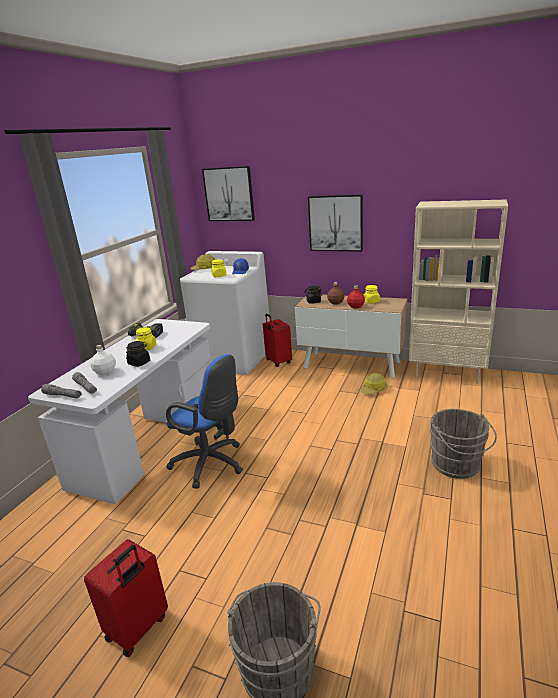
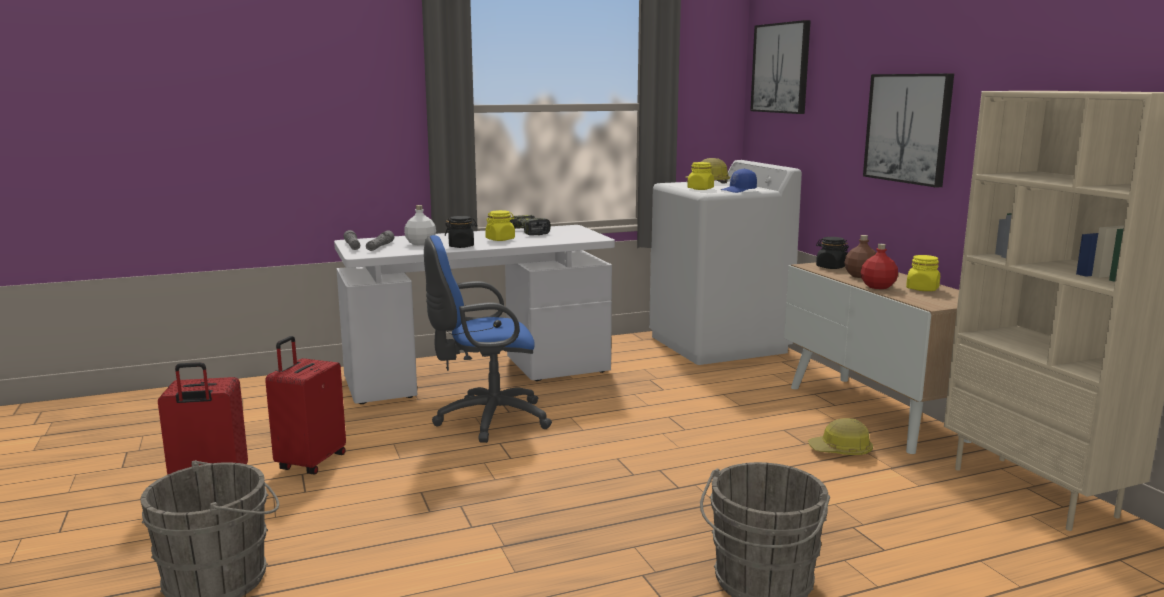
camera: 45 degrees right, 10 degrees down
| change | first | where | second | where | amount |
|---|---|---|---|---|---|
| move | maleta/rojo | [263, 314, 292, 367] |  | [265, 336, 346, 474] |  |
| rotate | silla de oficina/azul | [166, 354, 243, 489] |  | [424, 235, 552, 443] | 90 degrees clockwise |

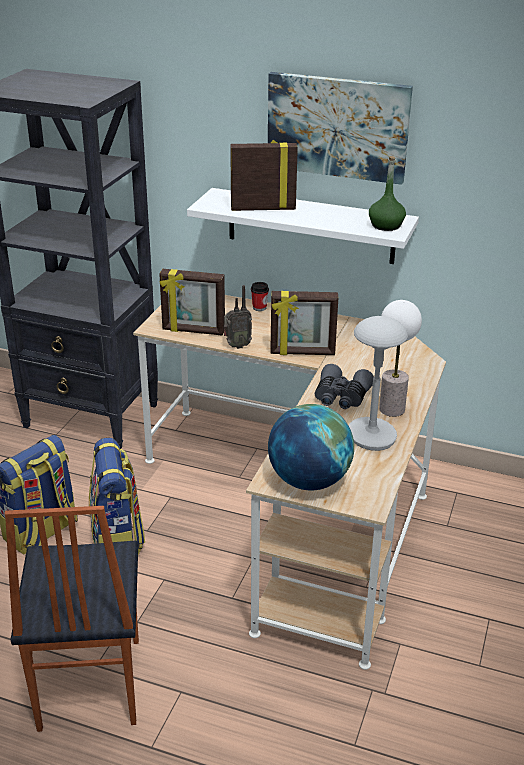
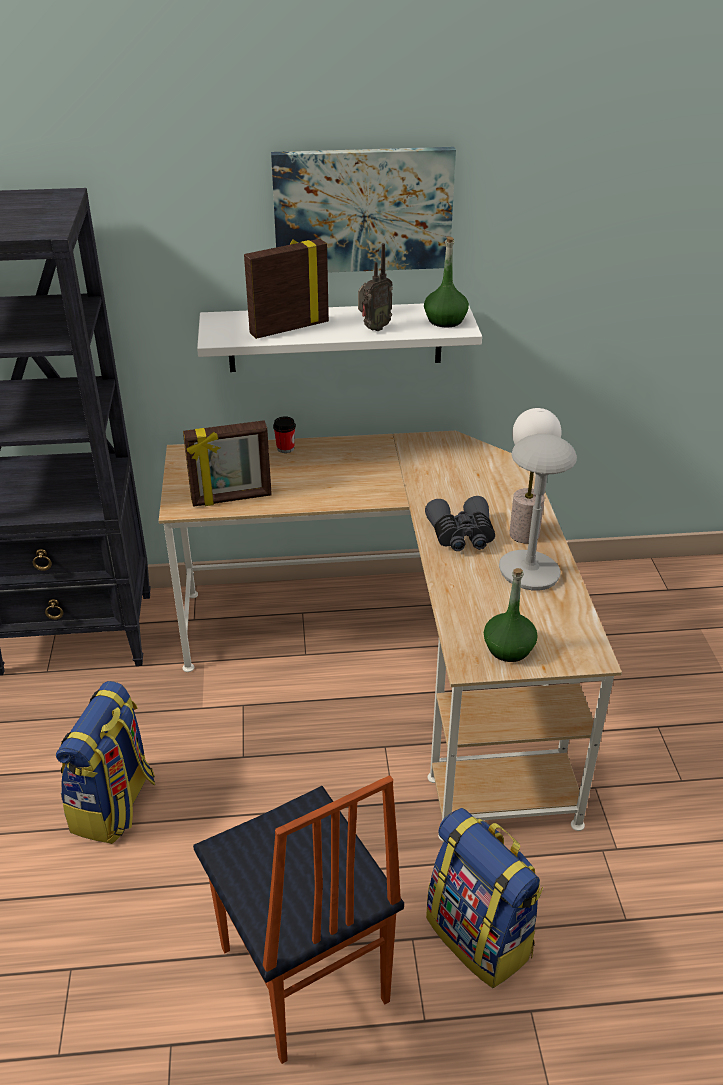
camera: 25 degrees left, 5 degrees up
| change | first | where | second | where | amount |
|---|---|---|---|---|---|
| move | radio | [224, 285, 252, 349] |  | [358, 243, 393, 331] |  |
| move | mochila | [89, 438, 145, 555] |  | [426, 808, 543, 988] |  |
| replace | globo terráqueo | [268, 404, 354, 490] | botella/verde | [484, 568, 538, 662] |  |
| delete | portarretratos | [270, 291, 338, 355] |  |  |  |

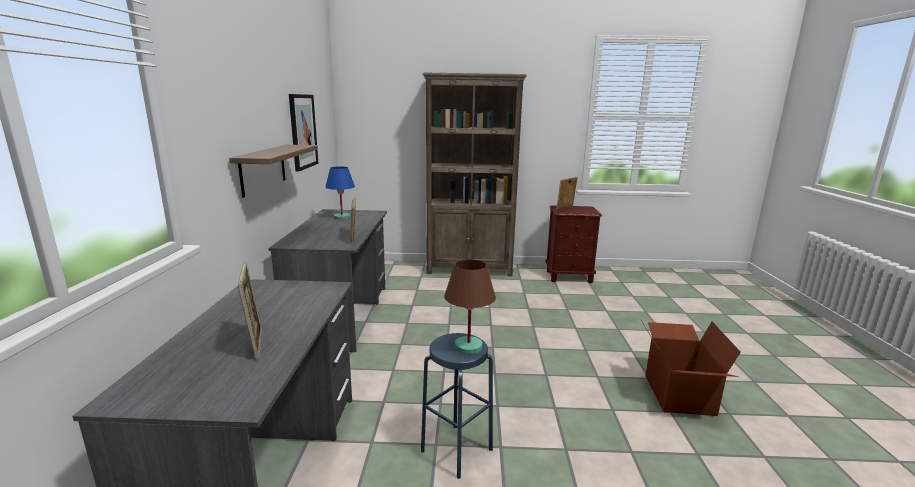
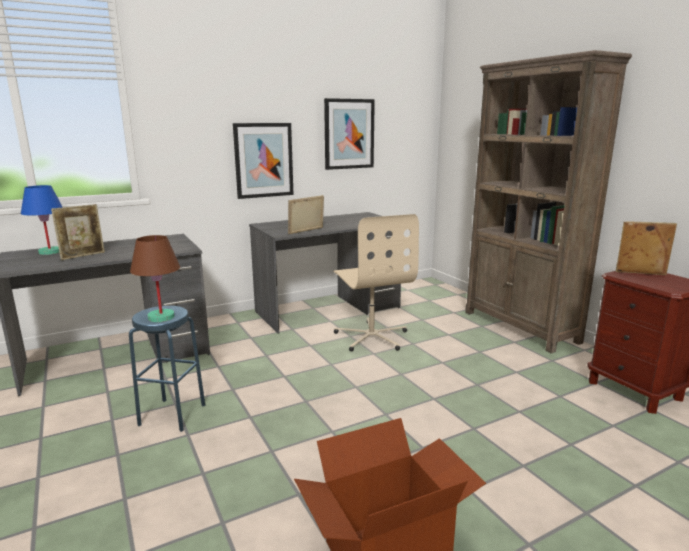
camera: 60 degrees right, 0 degrees up
| change | first | where | second | where | amount |
|---|---|---|---|---|---|
| move | lámpara de mesa/azul | [325, 166, 355, 219] |  | [21, 185, 62, 255] |  |
| replace | estante | [229, 144, 318, 198] | cuadro | [233, 123, 294, 199] |  |
| insert |  |  | silla de oficina/beis | [333, 214, 419, 352] |  |

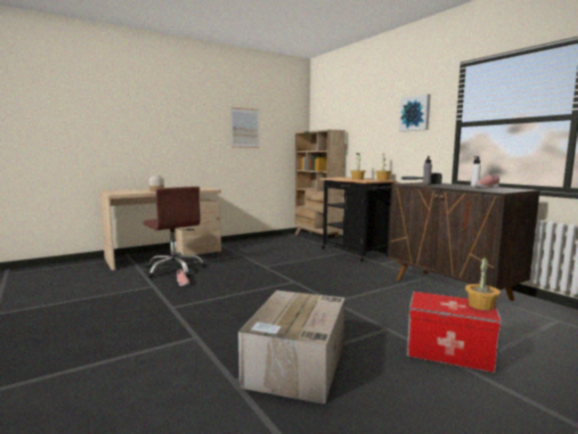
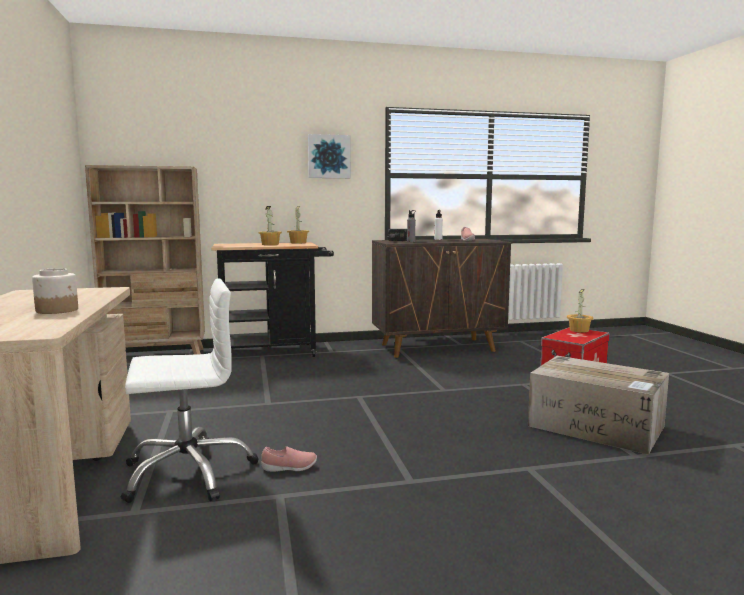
camera: 70 degrees left, 0 degrees up
| change | first | where | second | where | amount |
|---|---|---|---|---|---|
| recolor | silla de oficina/marrón | [143, 187, 206, 278] | silla de oficina/blanco | [121, 278, 258, 503] |  |
| delete | cuadro | [231, 107, 259, 148] |  |  |  |

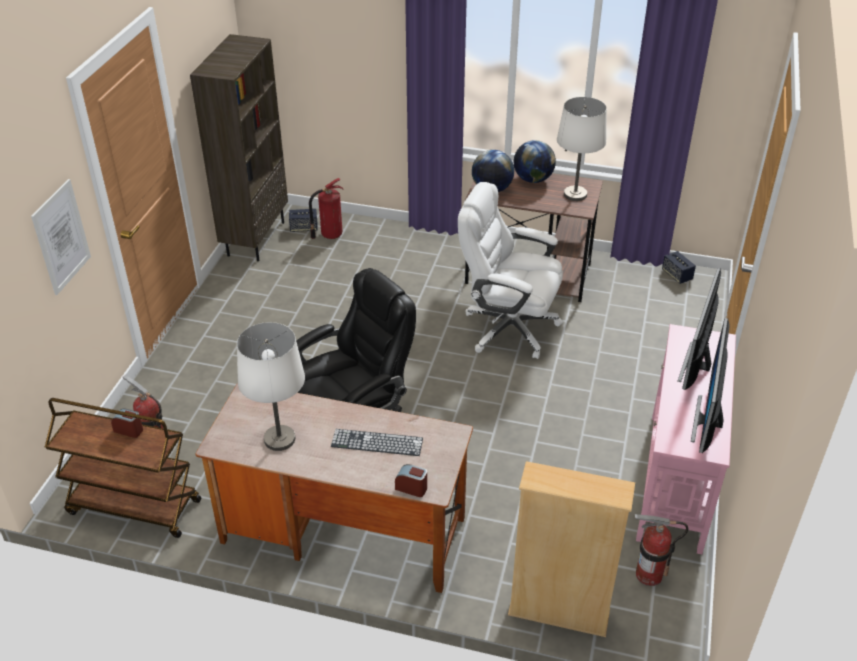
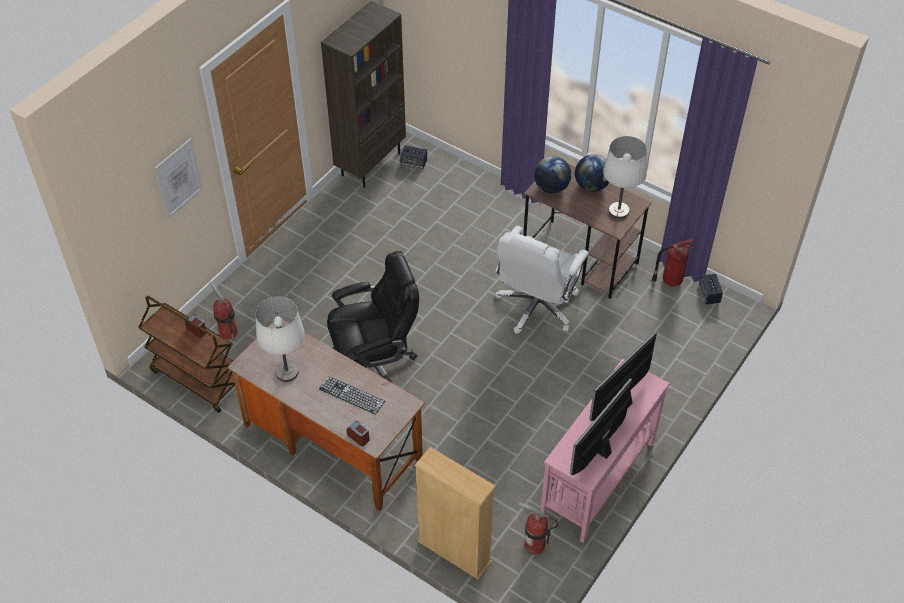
camera: 20 degrees right, 10 degrees up
| change | first | where | second | where | amount |
|---|---|---|---|---|---|
| rotate | silla de oficina/blanco | [458, 182, 563, 359] |  | [495, 226, 589, 334] | 105 degrees counterclockwise |
| move | extintor | [309, 178, 343, 239] |  | [652, 239, 693, 286] |  |

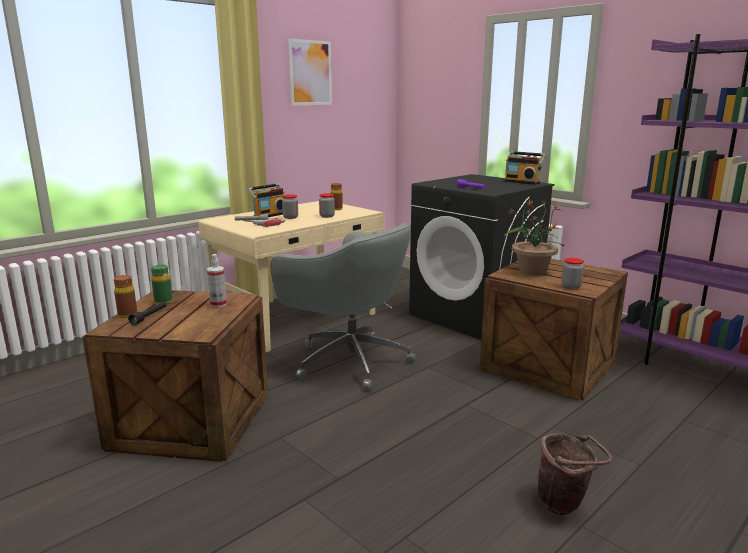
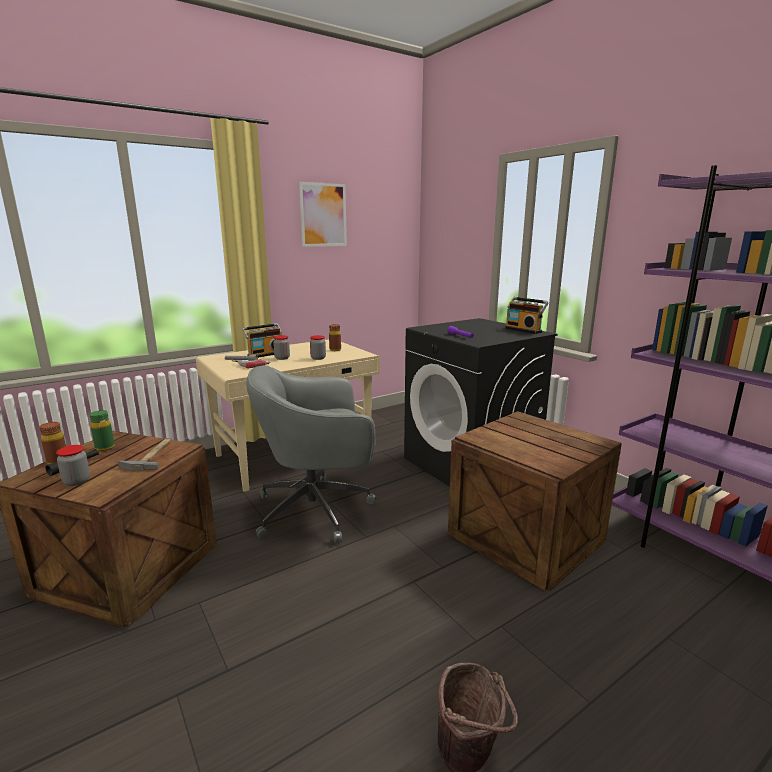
camera: 10 degrees right, 0 degrees up
| change | first | where | second | where | amount |
|---|---|---|---|---|---|
| move | tarro | [561, 258, 584, 289] |  | [56, 445, 90, 486] |  |
| replace | pulverizador | [207, 254, 227, 308] | martillo | [117, 438, 172, 470] |  |
| rotate | silla de oficina/gris | [270, 223, 416, 391] |  | [246, 365, 376, 543] | 120 degrees clockwise |
| delete | planta en maceta | [504, 199, 564, 276] |  |  |  |

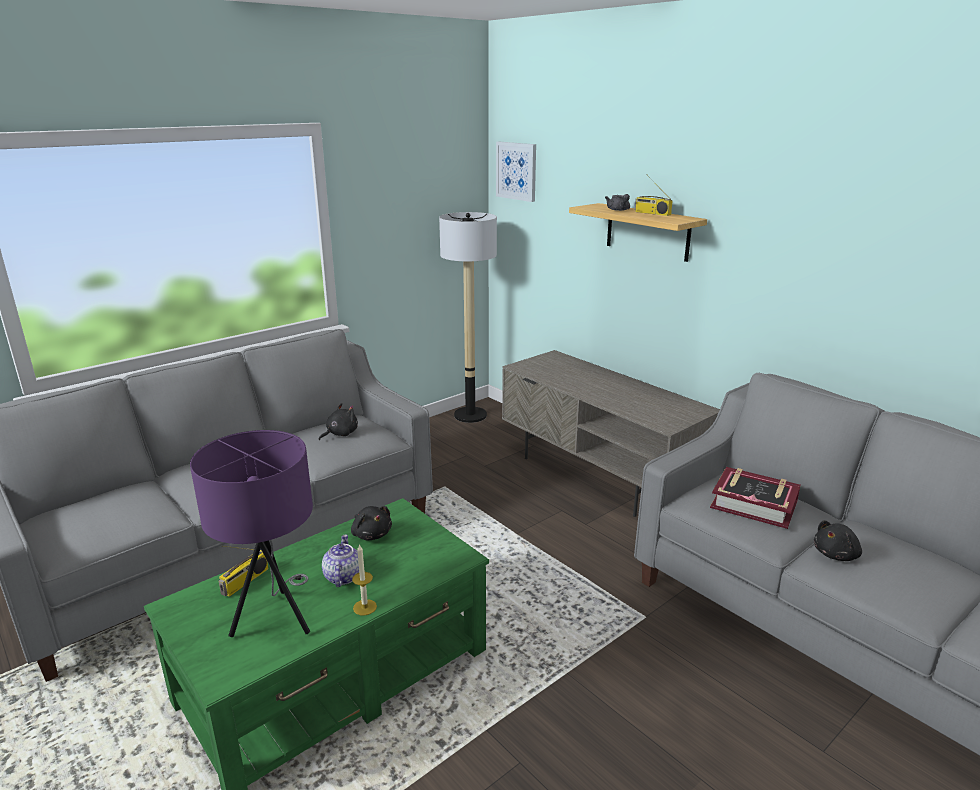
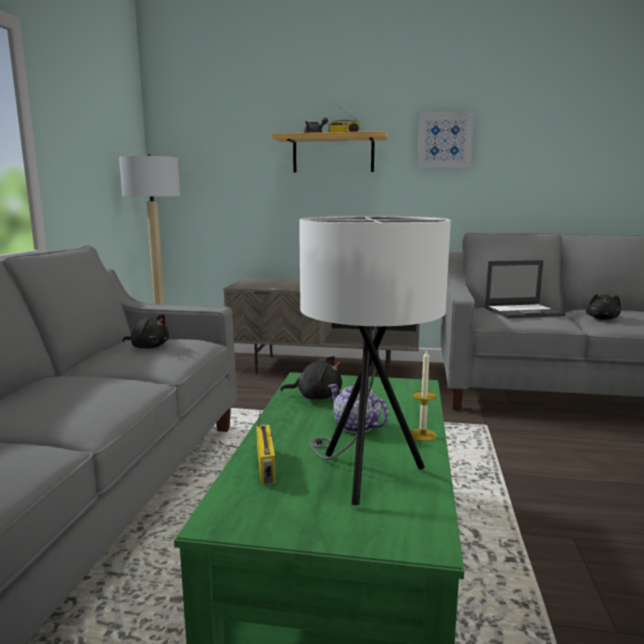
camera: 40 degrees left, 10 degrees down
| change | first | where | second | where | amount |
|---|---|---|---|---|---|
| rotate | peluche/negro | [319, 403, 358, 441] |  | [122, 314, 169, 349] | 105 degrees clockwise |
| recolor | lámpara de mesa/morado | [190, 430, 313, 637] | lámpara de mesa/blanco | [299, 216, 451, 505] |  |
| move | cuadro | [496, 142, 536, 202] |  | [417, 111, 474, 168] |  |
| replace | libro | [710, 467, 801, 529] | portátil | [485, 260, 565, 318] |  |

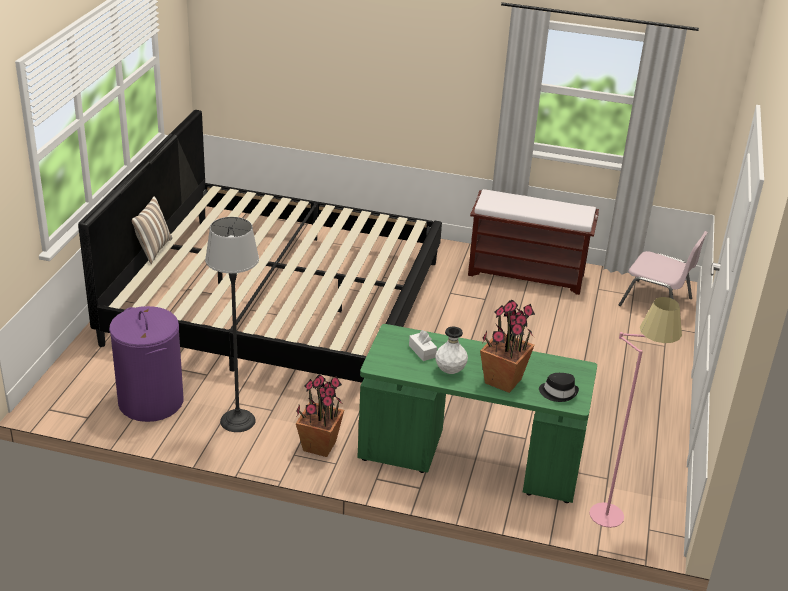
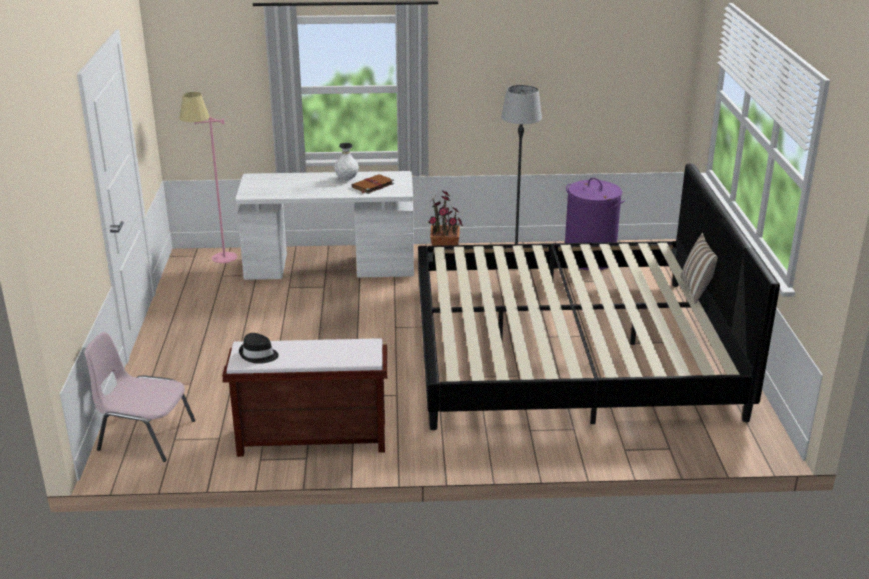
camera: 165 degrees right, 5 degrees down
| change | first | where | second | where | amount |
|---|---|---|---|---|---|
| recolor | escritorio/verde | [357, 324, 597, 503] | escritorio/blanco | [235, 171, 414, 280] |  |
| move | sombrero/negro | [539, 373, 579, 402] |  | [239, 333, 279, 364] |  |
| replace | caja de pañuelos/blanco | [409, 330, 437, 361] | libro/marrón | [352, 174, 394, 194] |  |
| delete | planta en maceta | [480, 300, 535, 393] |  |  |  |

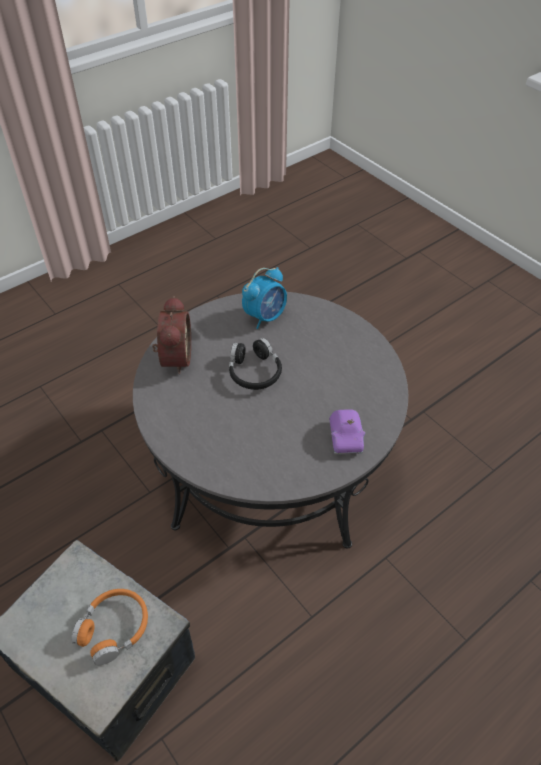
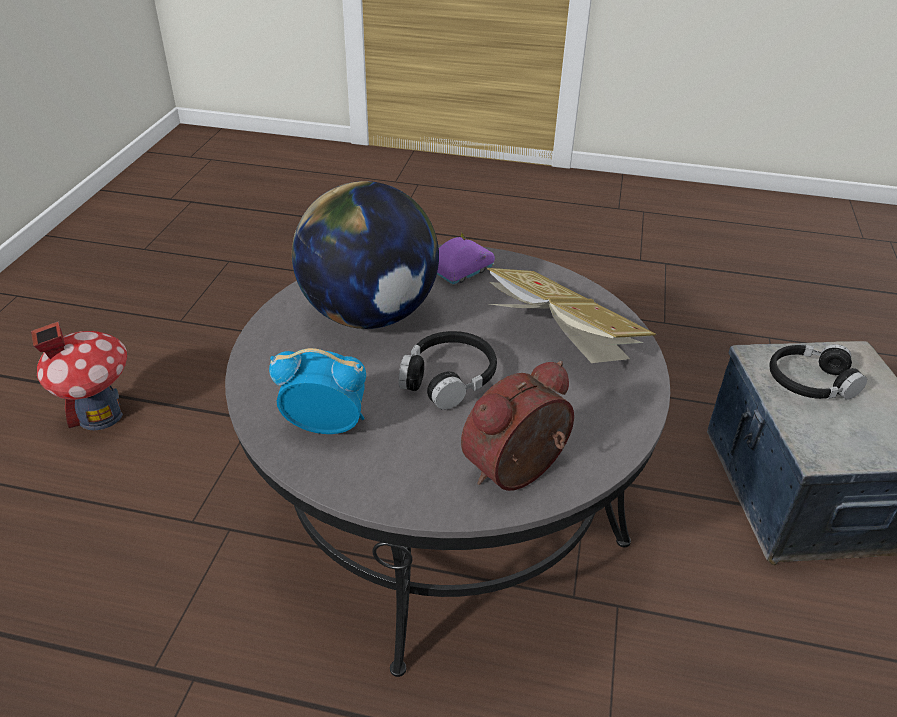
camera: 130 degrees left, 10 degrees down
| change | first | where | second | where | amount |
|---|---|---|---|---|---|
| insert |  |  | casita | [31, 322, 127, 430] |  |
| insert |  |  | globo terráqueo | [292, 181, 439, 329] |  |
| insert |  |  | libro | [487, 268, 656, 363] |  |
| recolor | auriculares/naranja | [72, 589, 148, 665] | auriculares/negro | [769, 344, 867, 400] |  |

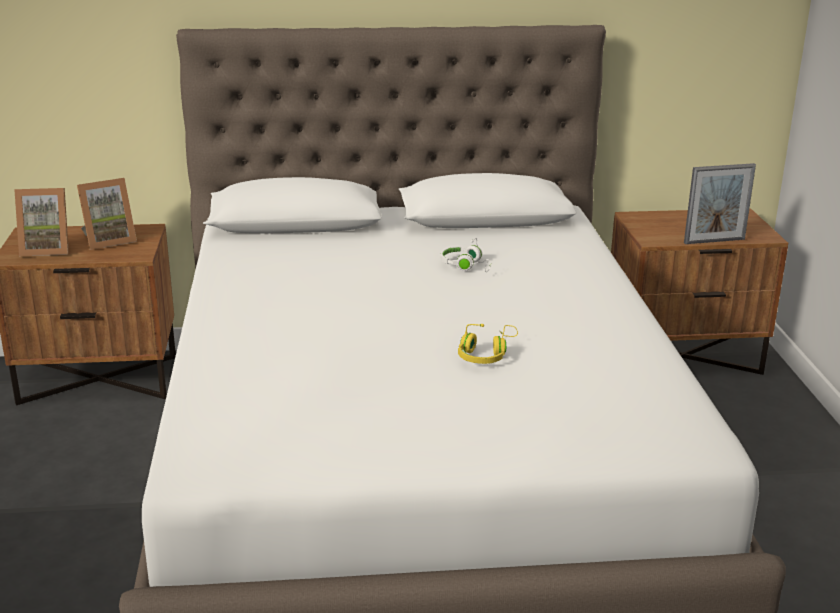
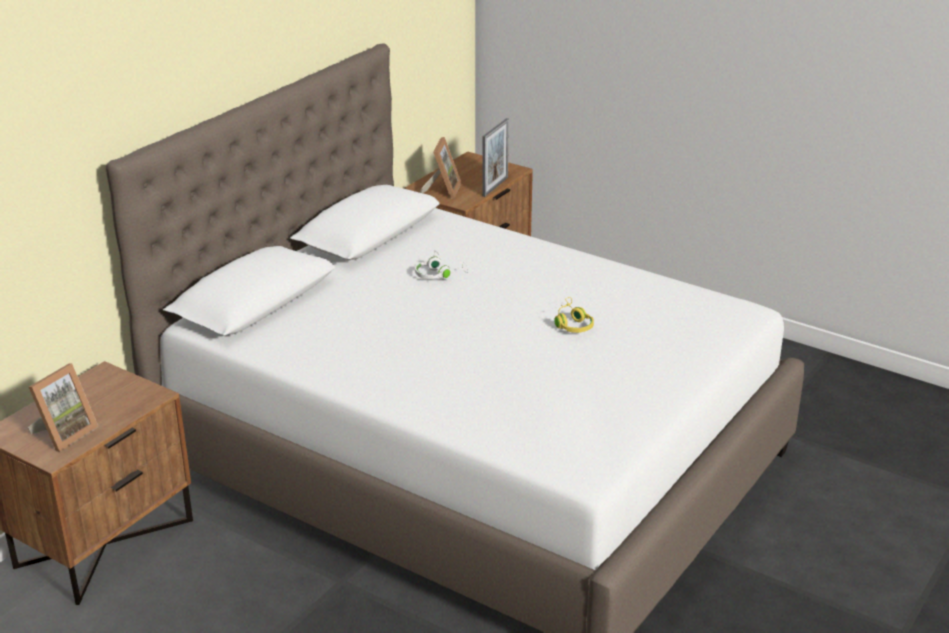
camera: 50 degrees left, 5 degrees up
| change | first | where | second | where | amount |
|---|---|---|---|---|---|
| move | portarretratos | [77, 178, 137, 250] |  | [420, 137, 461, 199] |  |

